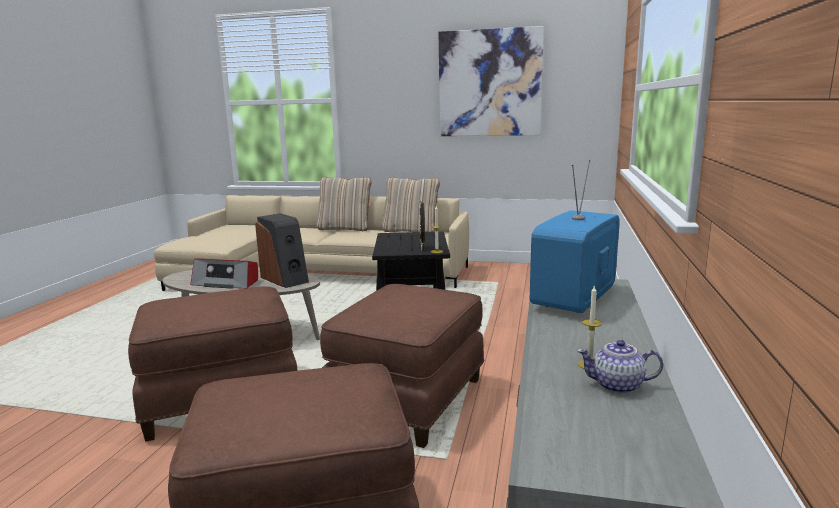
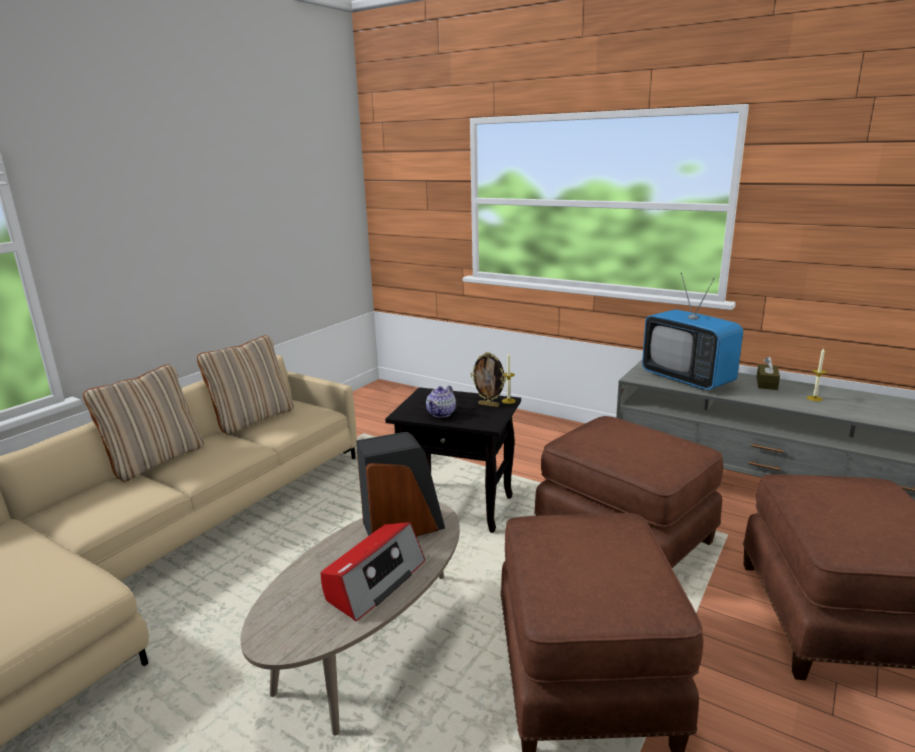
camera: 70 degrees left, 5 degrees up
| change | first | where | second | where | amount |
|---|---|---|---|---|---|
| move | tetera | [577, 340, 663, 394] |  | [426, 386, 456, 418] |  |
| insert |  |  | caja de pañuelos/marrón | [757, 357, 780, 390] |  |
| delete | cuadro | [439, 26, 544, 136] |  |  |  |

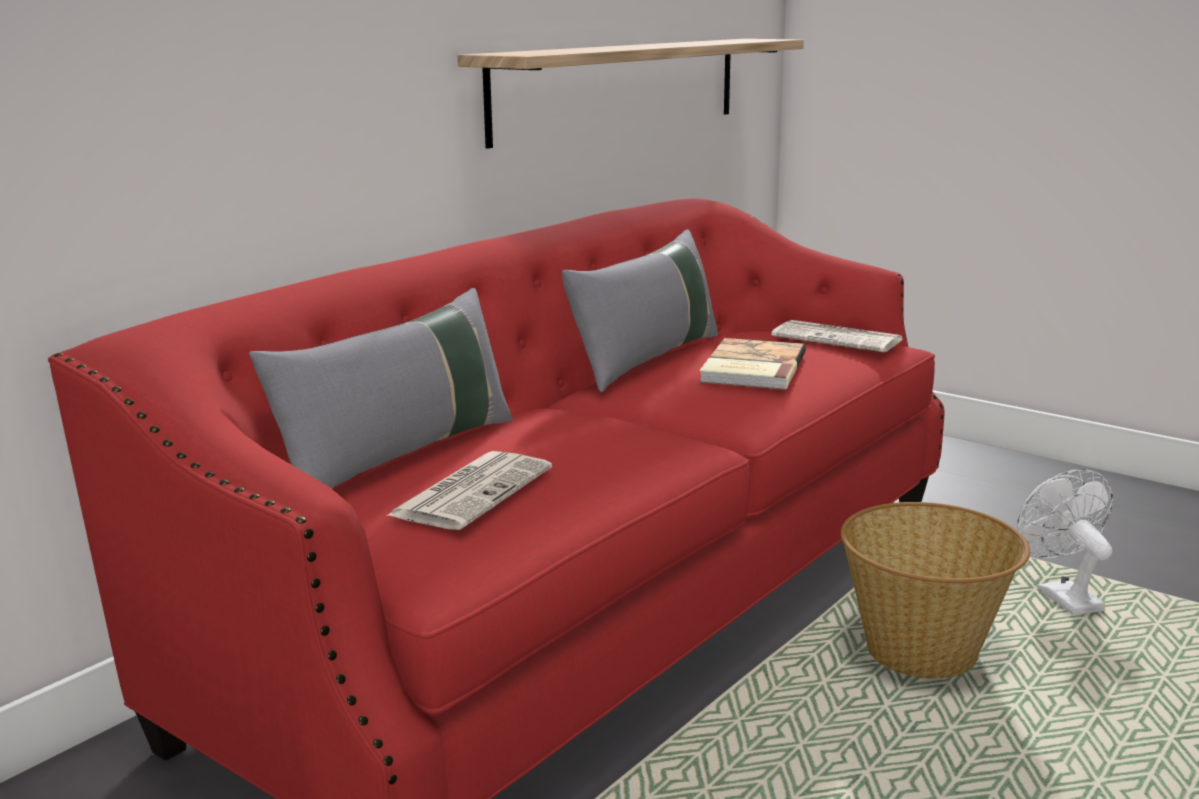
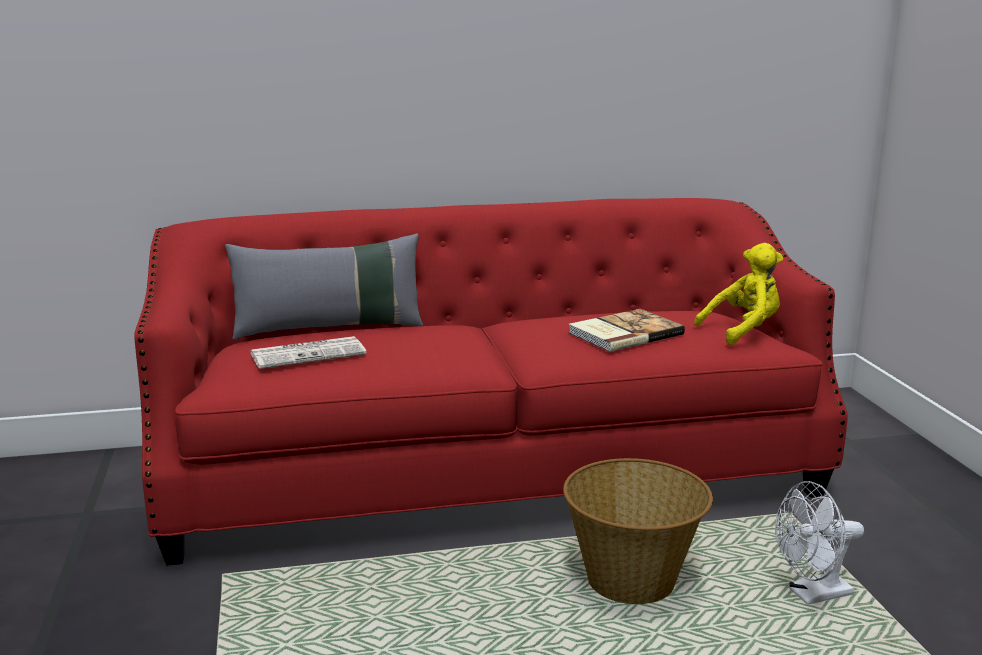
camera: 40 degrees right, 0 degrees up
| change | first | where | second | where | amount |
|---|---|---|---|---|---|
| replace | periódico | [771, 320, 903, 352] | peluche/amarillo | [694, 243, 783, 345] |  |
| rotate | ventilador/blanco | [1016, 469, 1113, 615] |  | [775, 481, 864, 605] | 135 degrees counterclockwise |
| delete | estante | [458, 39, 804, 149] |  |  |  |
| delete | cojín/gris | [562, 229, 718, 392] |  |  |  |

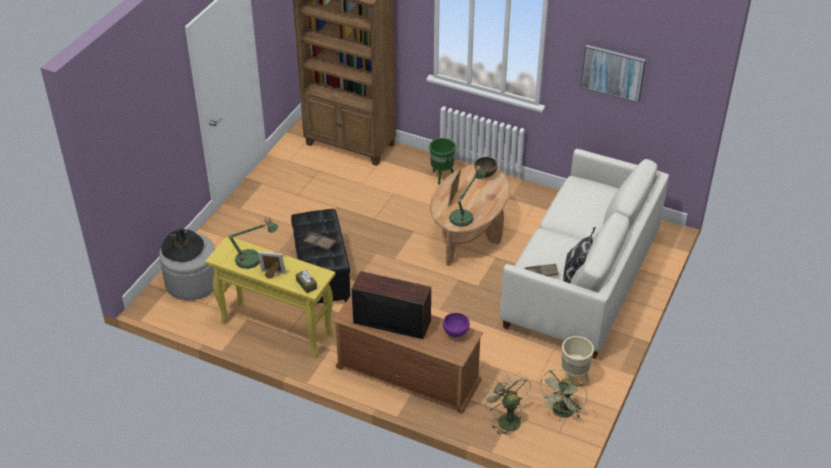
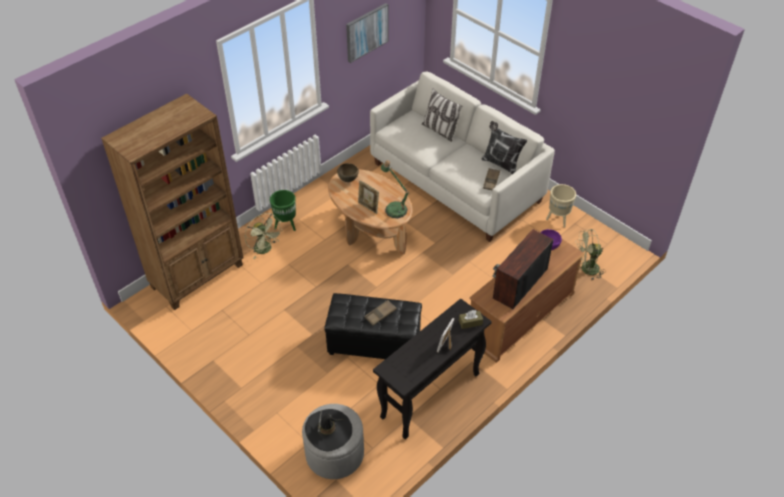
camera: 70 degrees left, 5 degrees up
| change | first | where | second | where | amount |
|---|---|---|---|---|---|
| move | ventilador/verde | [537, 369, 587, 418] |  | [245, 213, 283, 259] |  |
| recolor | mesa consola/amarillo | [205, 236, 335, 357] | mesa consola/negro | [373, 299, 492, 439] |  |
| insert |  |  | cojín | [422, 89, 463, 142] |  |
| delete | lámpara de mesa | [227, 217, 278, 269] |  |  |  |

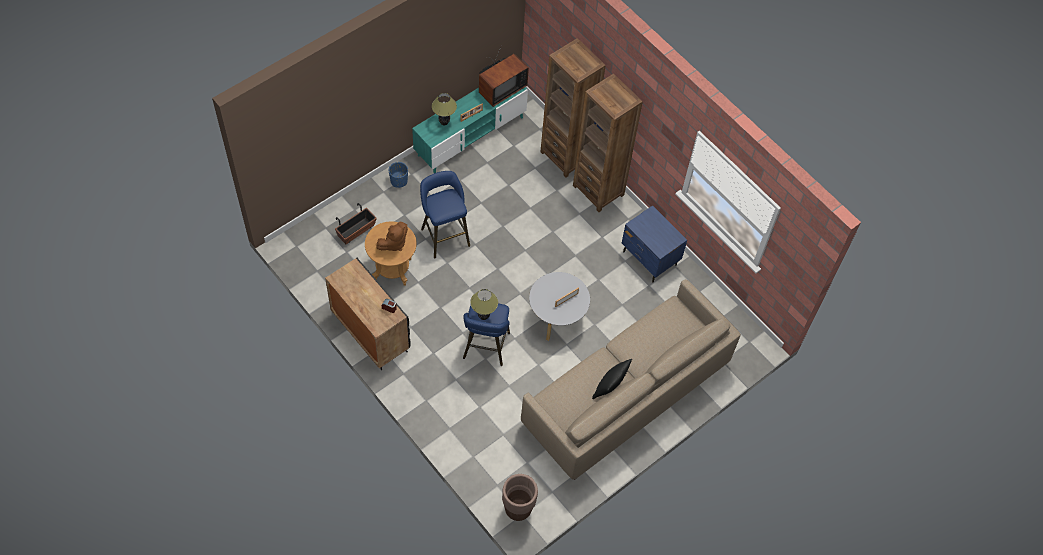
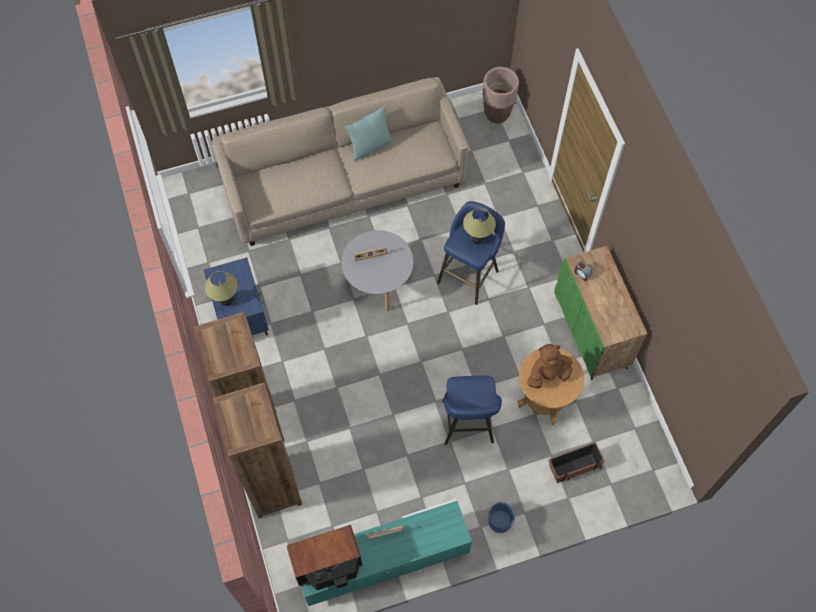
camera: 155 degrees left, 5 degrees up
| change | first | where | second | where | amount |
|---|---|---|---|---|---|
| move | lámpara de mesa | [432, 93, 457, 126] |  | [205, 271, 238, 306] |  |
| recolor | cojín/negro | [592, 359, 632, 399] | cojín/turquesa | [345, 106, 394, 161] |  |
| recolor | armario/negro | [325, 258, 411, 370] | armario/verde | [554, 246, 647, 380] |  |

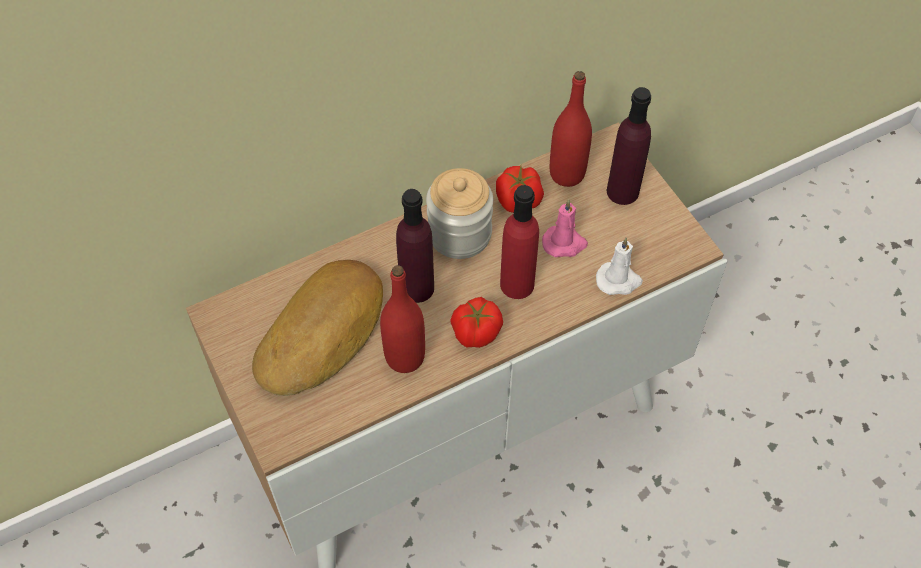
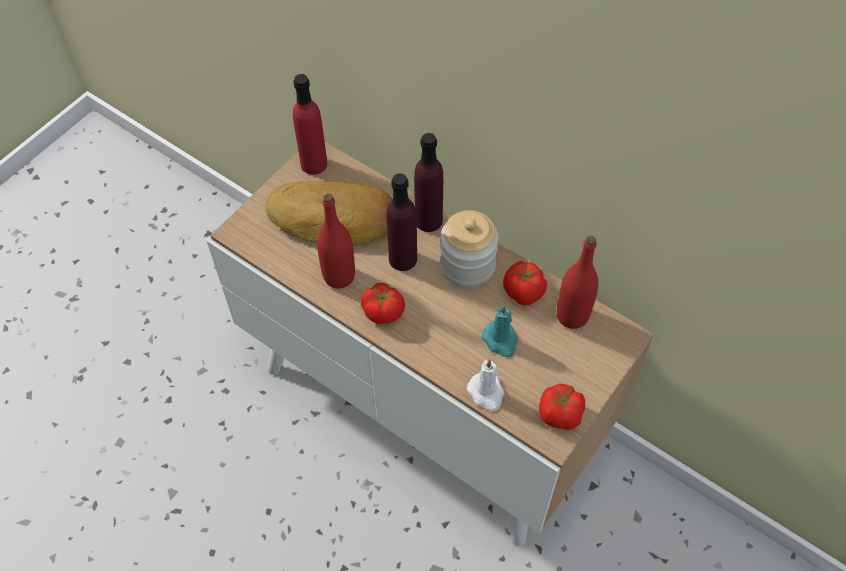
camera: 65 degrees right, 0 degrees up
| change | first | where | second | where | amount |
|---|---|---|---|---|---|
| move | botella/rojo | [500, 185, 539, 299] |  | [293, 74, 327, 175] |  |
| move | botella/morado | [607, 87, 651, 205] |  | [414, 133, 443, 232] |  |
| recolor | vela/rosa | [542, 199, 588, 257] | vela/turquesa | [482, 305, 518, 358] |  |
| insert |  |  | tomate | [539, 383, 585, 430] |  |

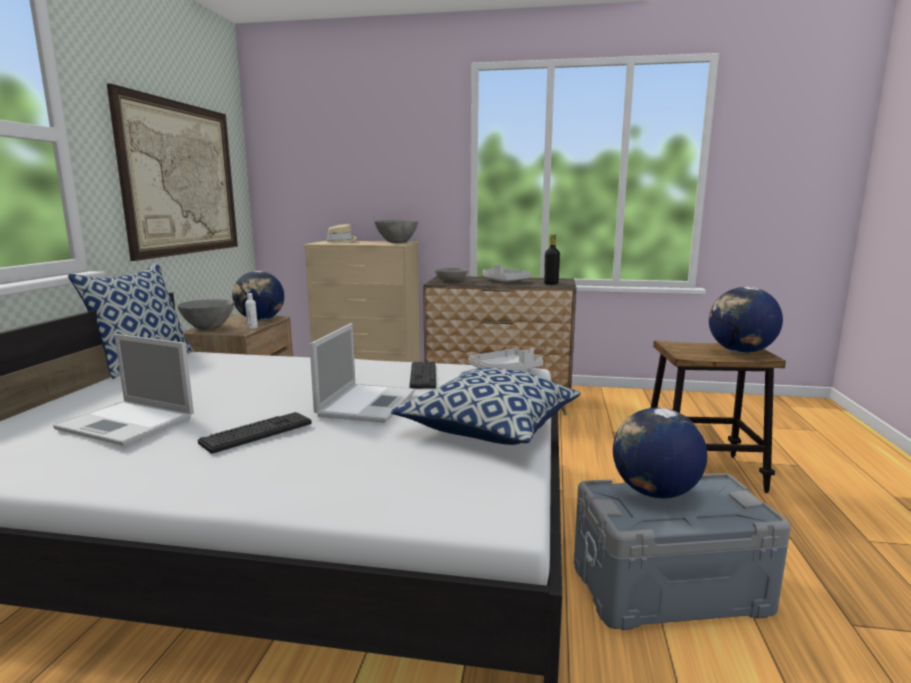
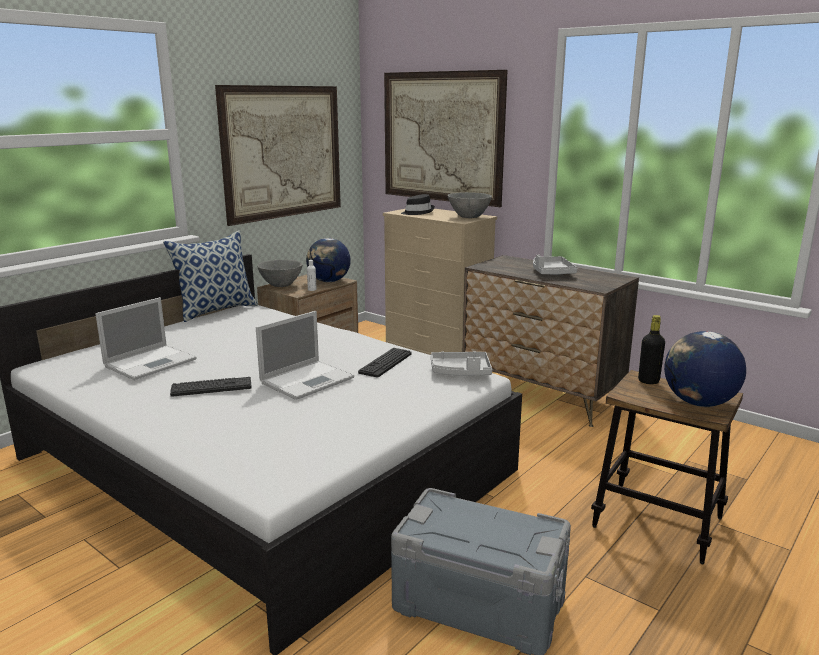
camera: 30 degrees right, 5 degrees up
| change | first | where | second | where | amount |
|---|---|---|---|---|---|
| rotate | portátil | [53, 334, 194, 446] |  | [96, 297, 197, 380] | 105 degrees counterclockwise |
| insert |  |  | cuadro | [384, 70, 508, 207] |  |
| recolor | sombrero/beis | [323, 224, 357, 244] | sombrero/negro | [401, 194, 435, 215] |  |
| move | botella/negro | [544, 235, 560, 285] |  | [638, 315, 665, 384] |  |
| delete | cojín | [391, 368, 581, 445] |  |  |  |
| delete | cuenco/gris | [435, 268, 468, 282] |  |  |  |
| delete | globo terráqueo | [613, 408, 707, 498] |  |  |  |

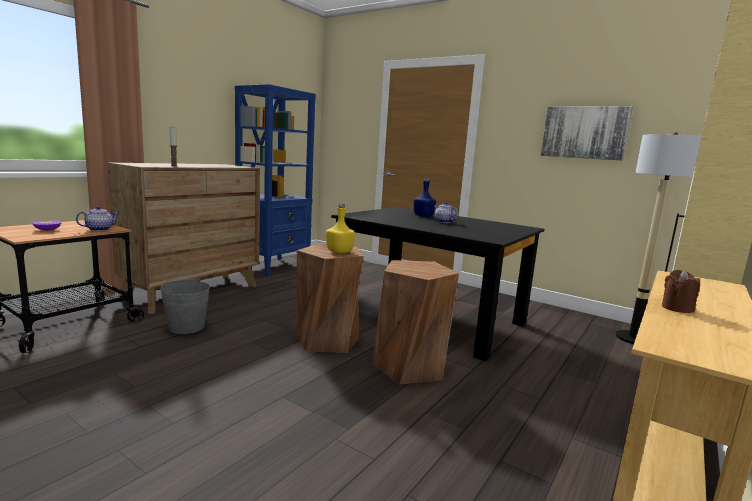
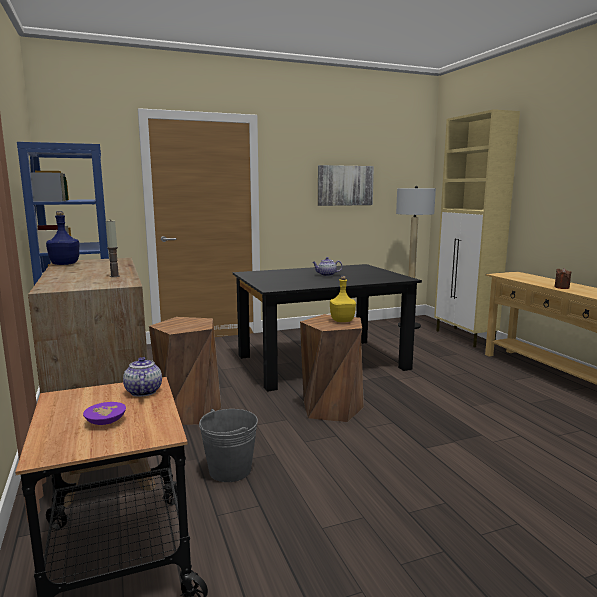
camera: 55 degrees left, 0 degrees up
| change | first | where | second | where | amount |
|---|---|---|---|---|---|
| move | botella/azul | [413, 178, 436, 217] |  | [46, 211, 79, 265] |  |
| move | taburete/marrón | [373, 260, 459, 384] |  | [149, 317, 221, 425] |  |

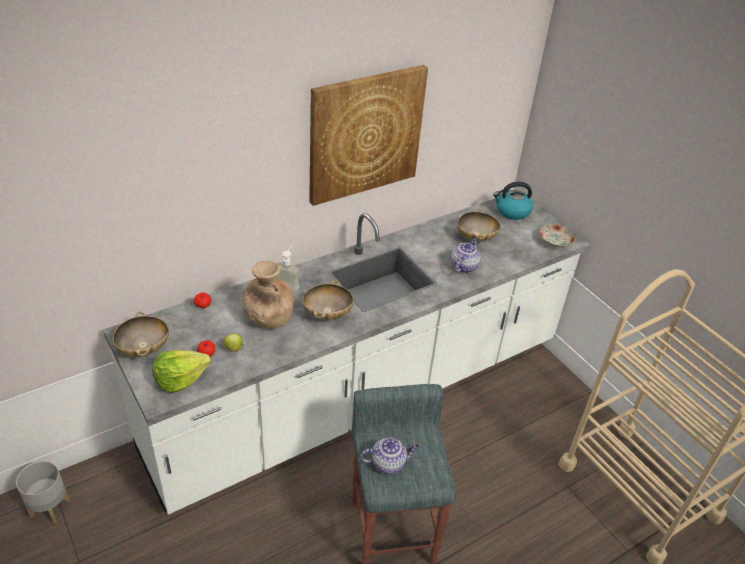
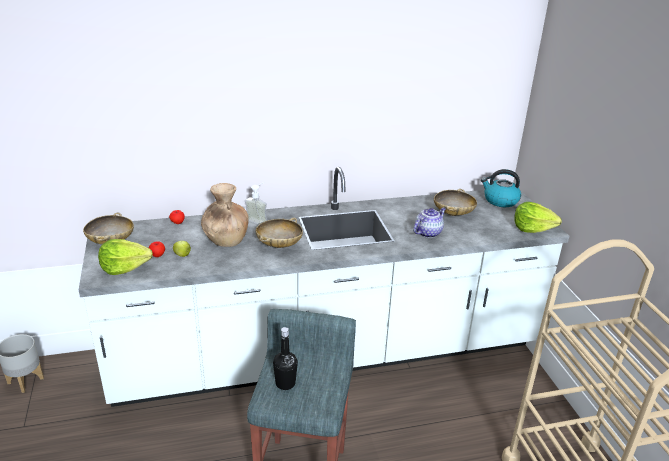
camera: 20 degrees right, 10 degrees down
| change | first | where | second | where | amount |
|---|---|---|---|---|---|
| replace | tetera | [360, 438, 419, 474] | botella/negro | [273, 327, 298, 390] |  |
| replace | plato | [540, 224, 575, 247] | lechuga | [515, 202, 562, 233] |  |
| delete | cuadro | [309, 65, 428, 206] |  |  |  |

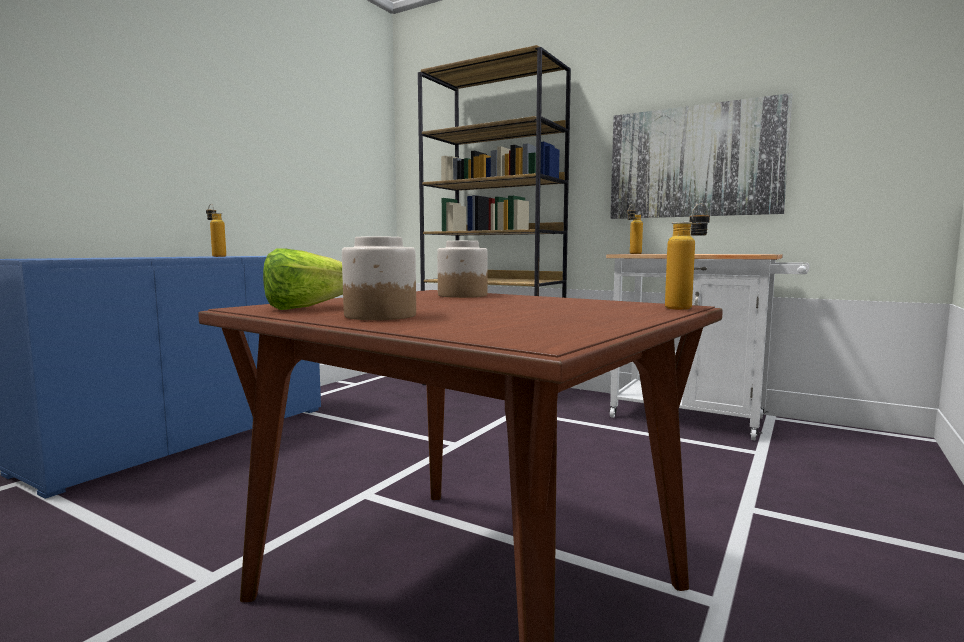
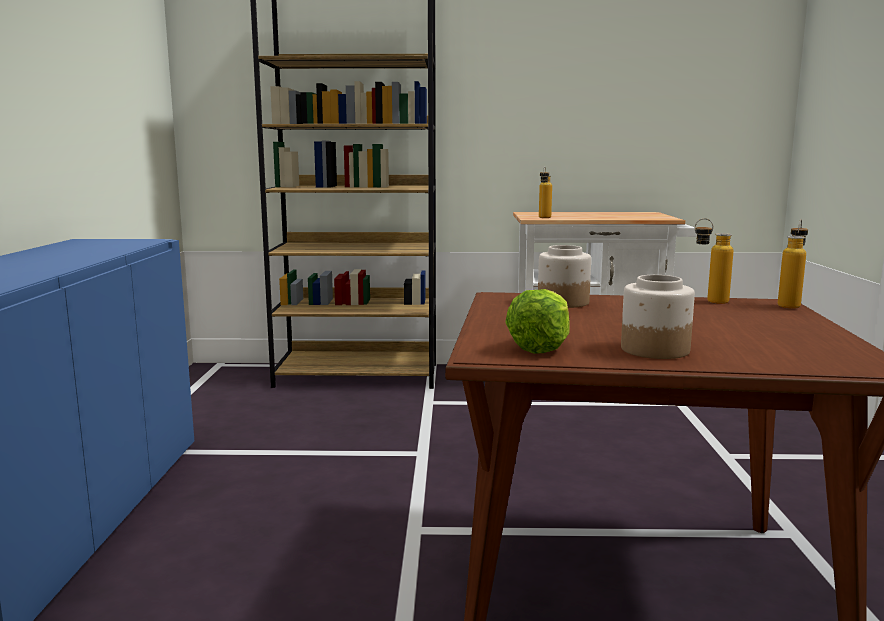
camera: 30 degrees left, 5 degrees up
| change | first | where | second | where | amount |
|---|---|---|---|---|---|
| move | botella | [206, 204, 226, 257] |  | [695, 218, 733, 304] |  |
| delete | cuadro | [610, 93, 792, 219] |  |  |  |

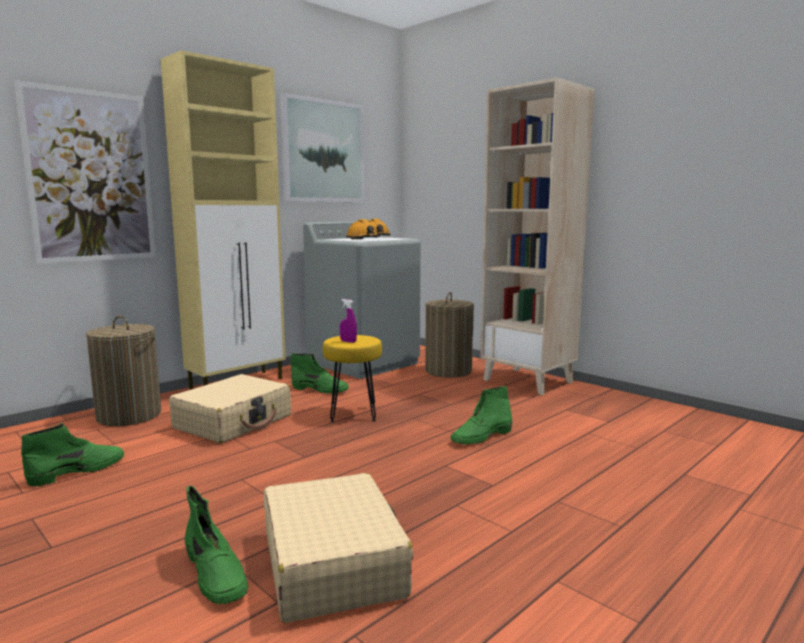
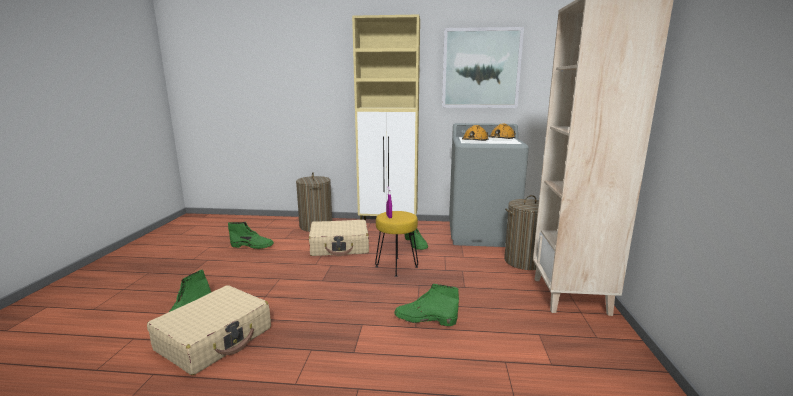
camera: 50 degrees right, 5 degrees up
| change | first | where | second | where | amount |
|---|---|---|---|---|---|
| delete | cuadro | [14, 80, 156, 264] |  |  |  |

